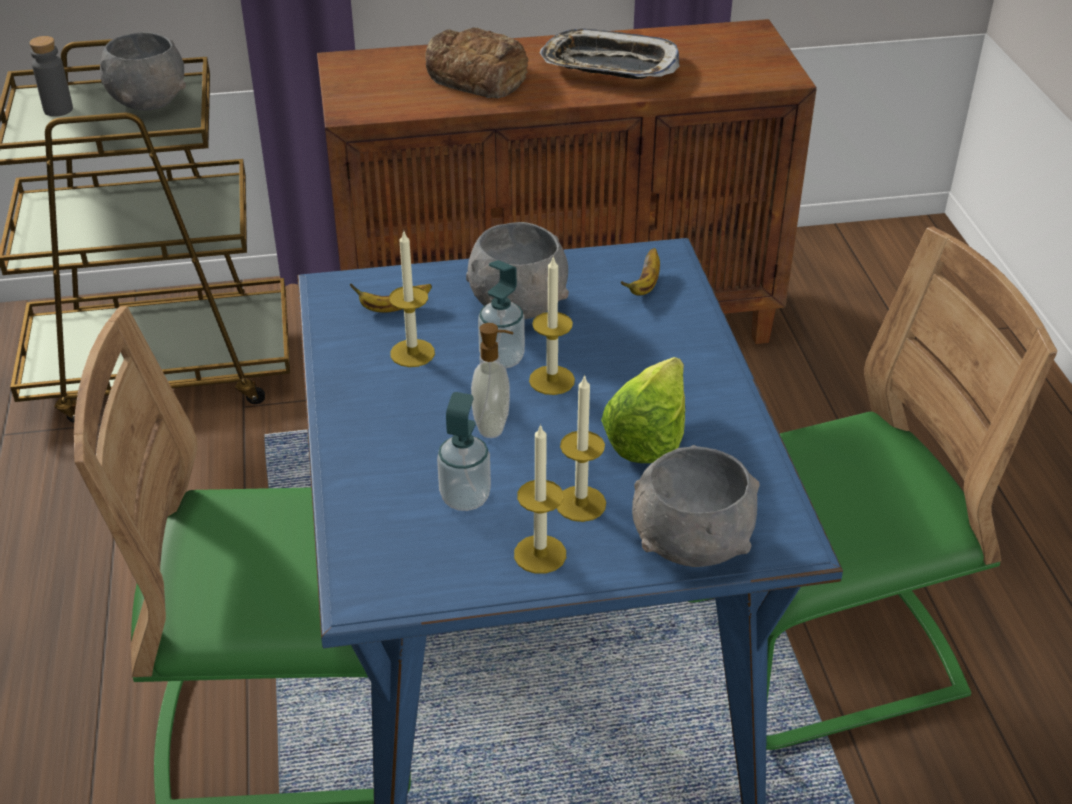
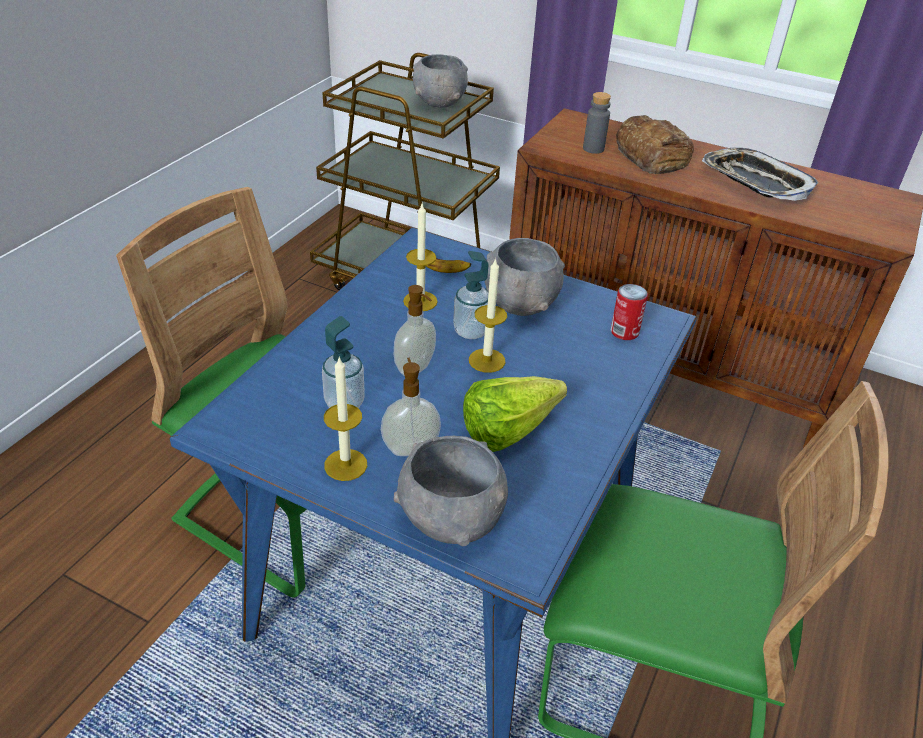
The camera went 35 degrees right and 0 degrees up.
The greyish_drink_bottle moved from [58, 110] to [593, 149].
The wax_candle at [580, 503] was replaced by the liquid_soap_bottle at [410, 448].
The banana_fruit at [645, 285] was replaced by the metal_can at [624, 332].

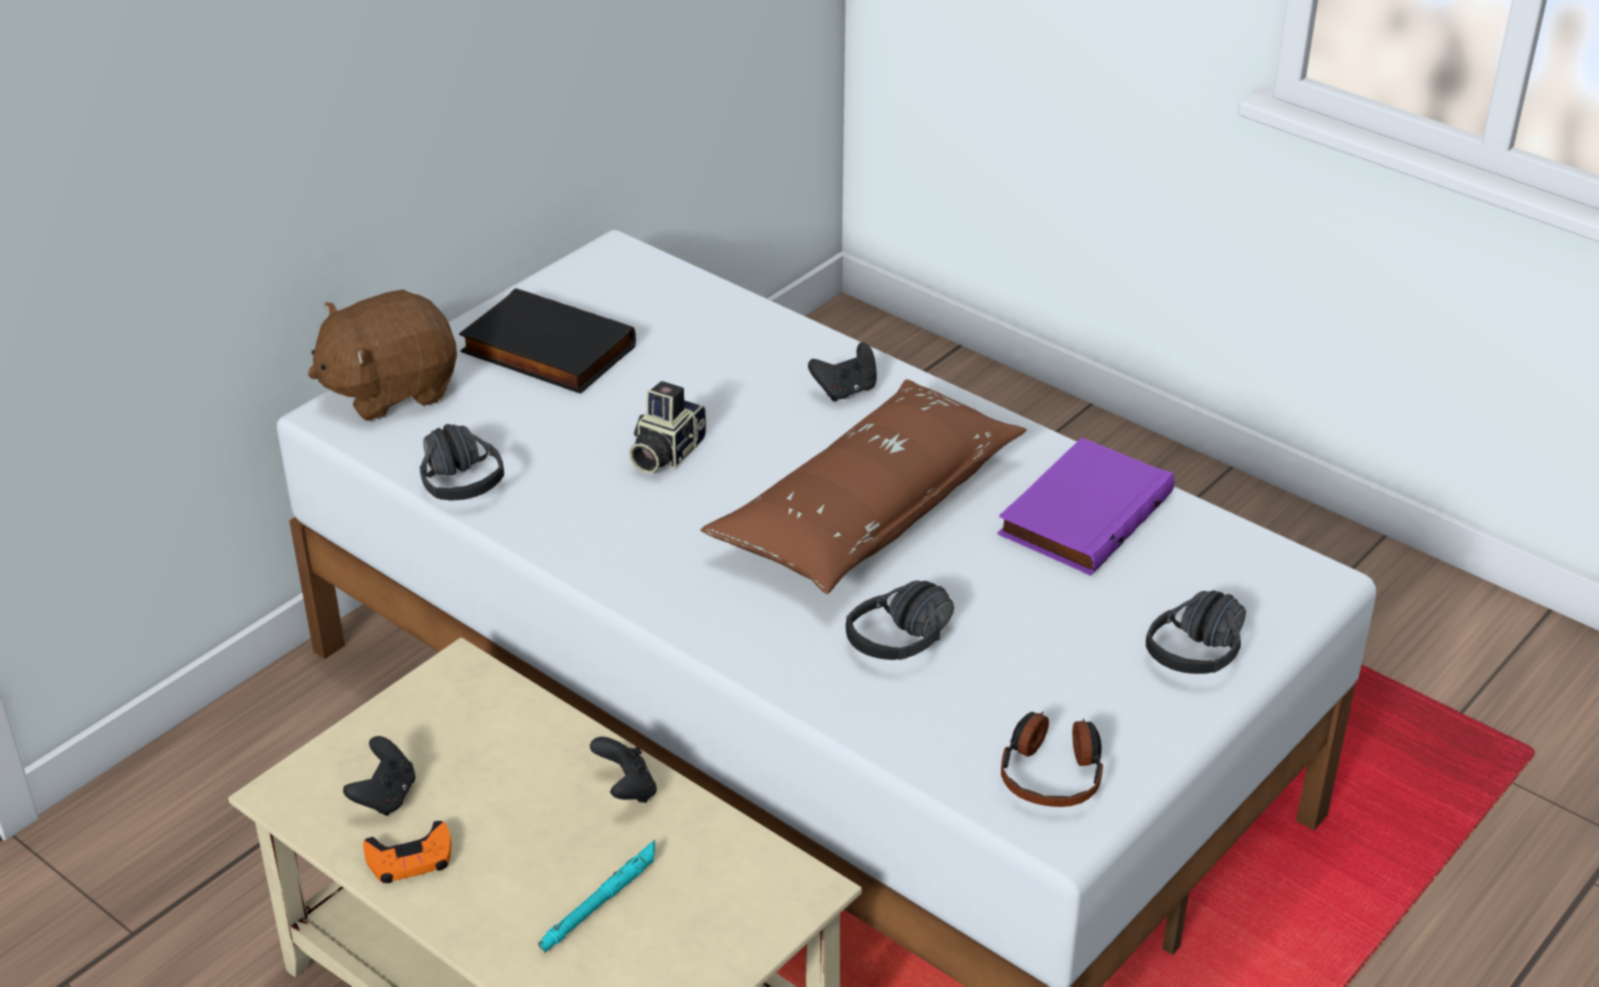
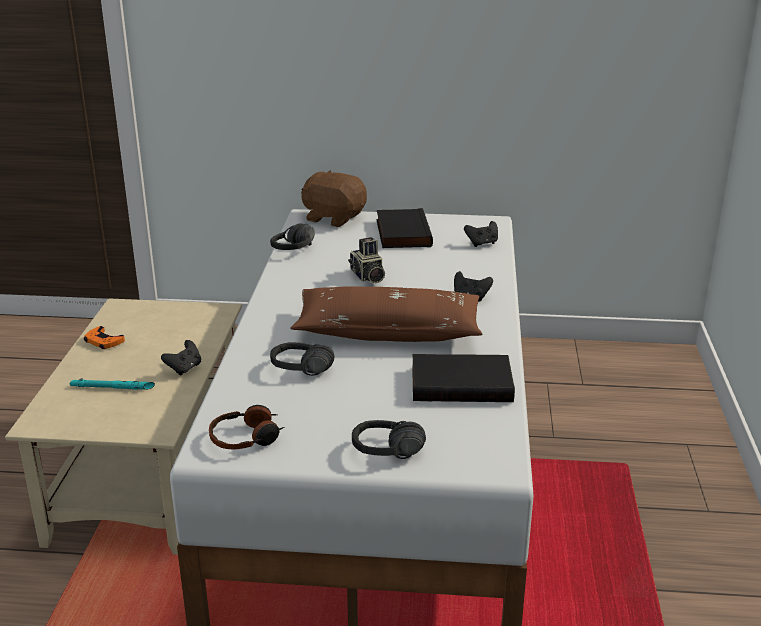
The camera went 55 degrees right and 10 degrees down.
The black-coloured_game_controller moved from [385, 796] to [482, 243].
The purple_volume at [1082, 512] became the black-coloured_volume at [462, 383].
The photo_camera at [664, 453] turned 105 degrees counterclockwise.

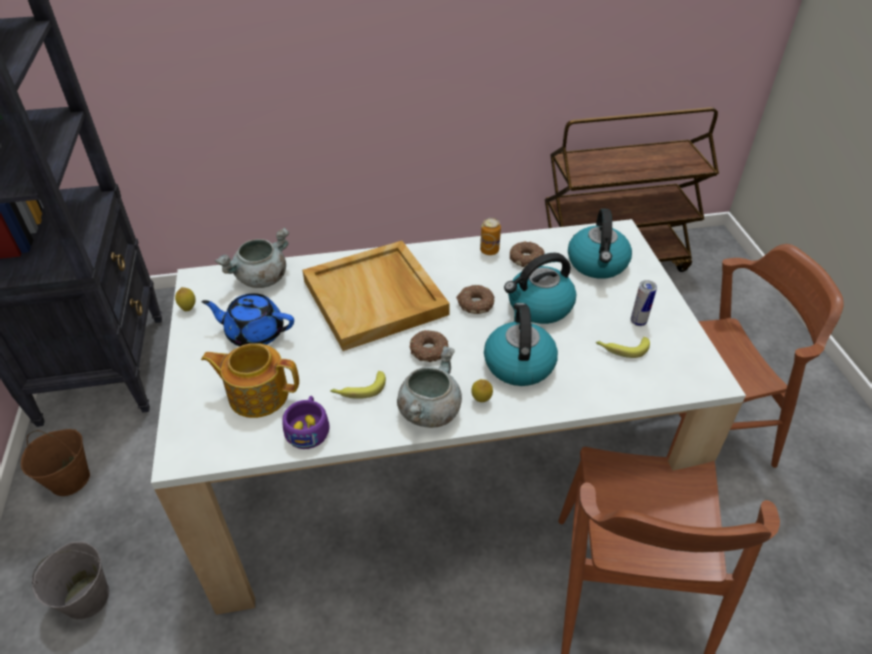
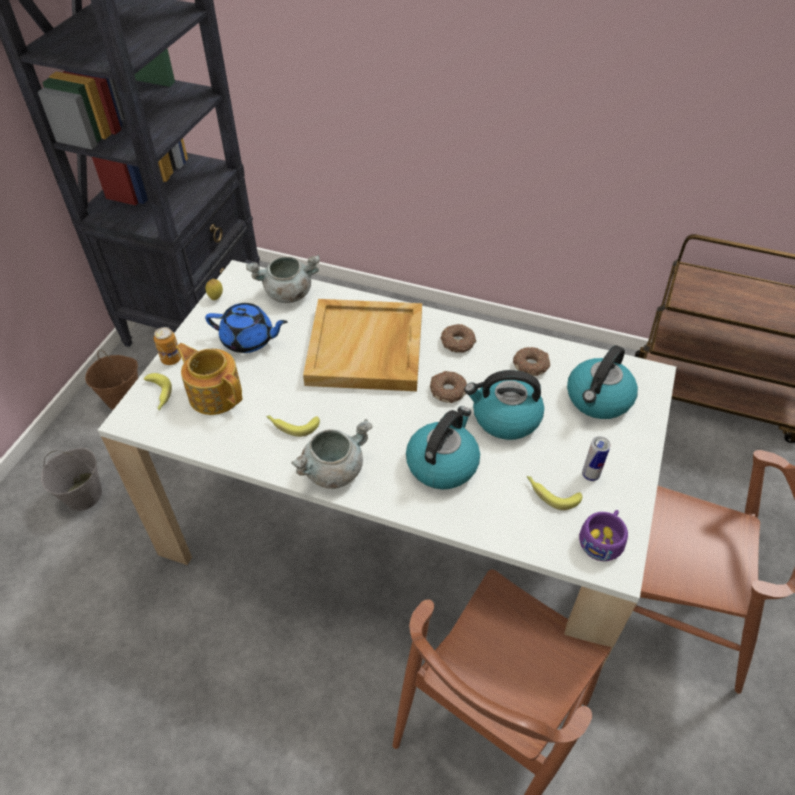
The camera went 30 degrees right and 5 degrees up.
The citrus_fruit at [481, 400] disappeared.
The banana_fruit at [159, 395] appeared.
The purple_small_cup moved from [308, 429] to [602, 539].
The ring_doughnut moved from [429, 351] to [457, 343].
The metal_can moved from [489, 250] to [171, 359].
The blue-coloured_tea_pot at [254, 333] turned 150 degrees clockwise.

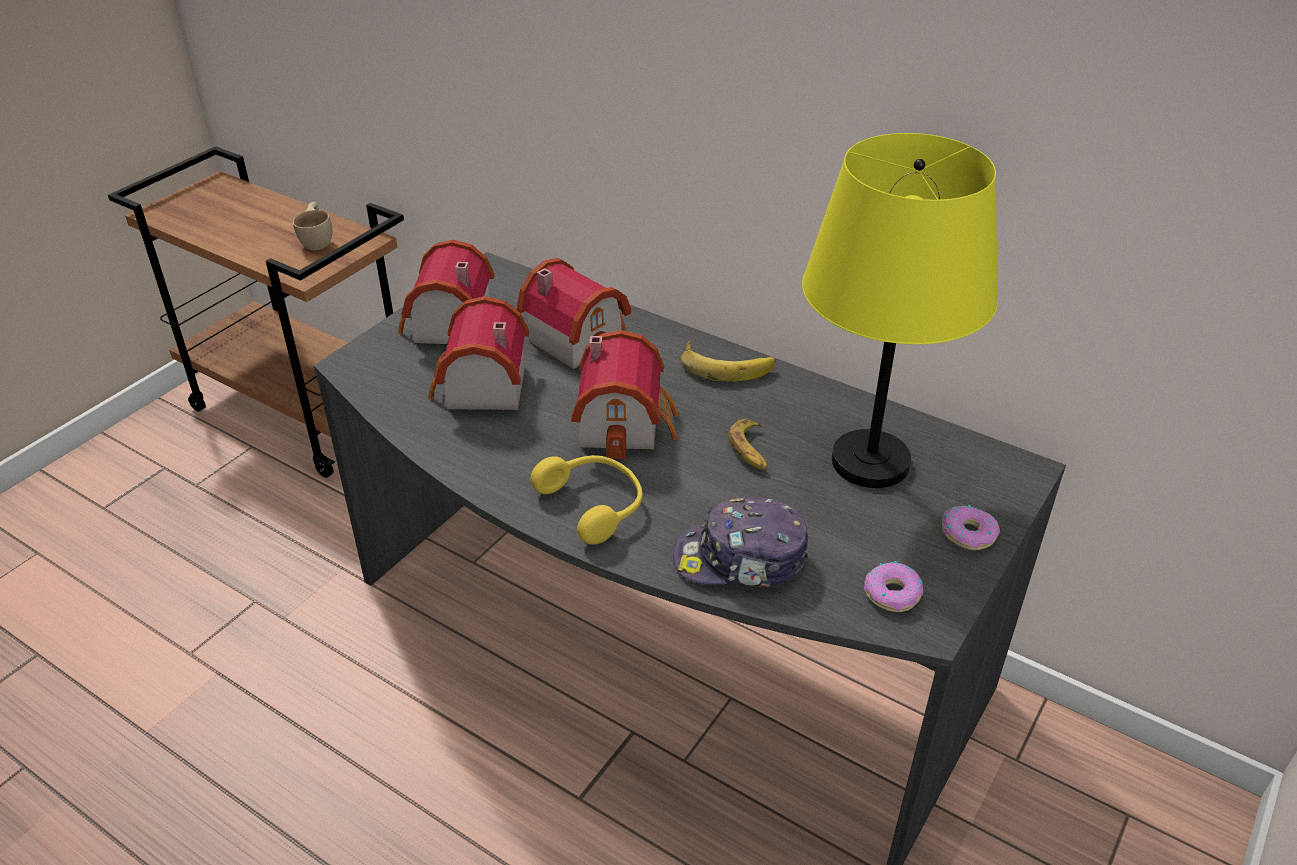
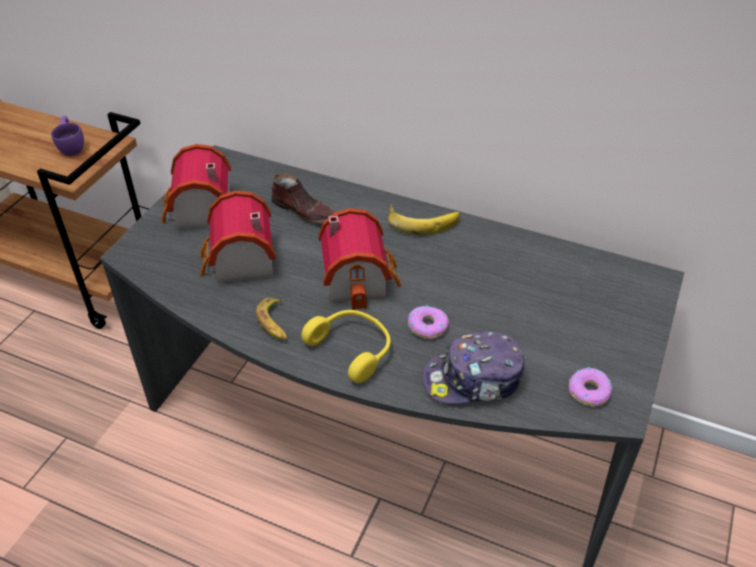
The camera went 10 degrees left and 5 degrees up.
The yellow_table_lamp at [871, 462] disappeared.
The banana_fruit moved from [751, 451] to [275, 323].
The ring_doughnut moved from [968, 534] to [427, 326].
The miniature_house at [578, 338] was replaced by the brownish_shoe at [304, 211].
The sand-coloured_small_cup at [318, 240] became the purple_small_cup at [72, 146].

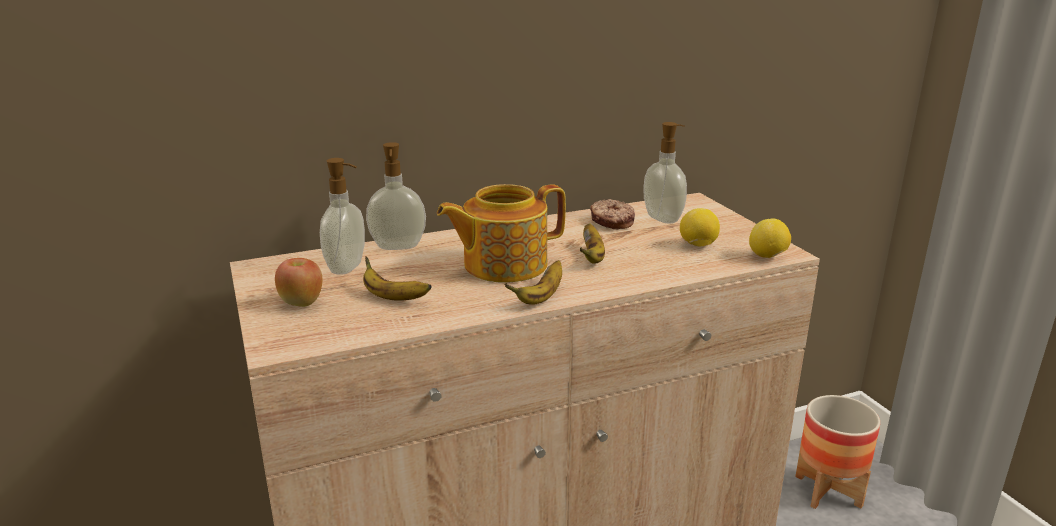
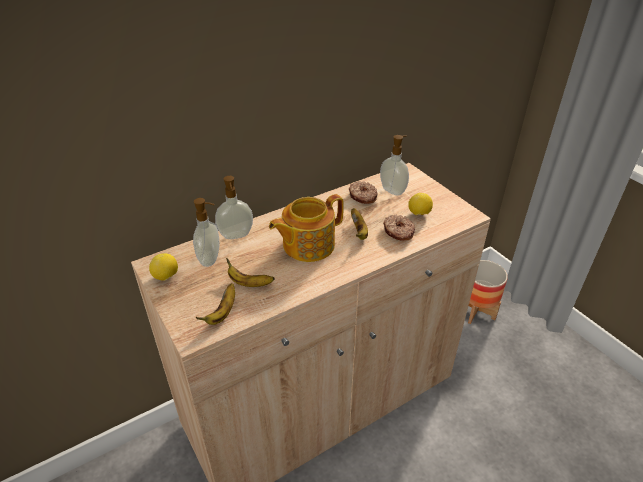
The camera went 10 degrees left and 15 degrees up.
The apple_fruit at [302, 302] disappeared.
The ring_doughnut at [398, 232] appeared.
The banana_fruit moved from [541, 297] to [222, 313].
The citrus_fruit moved from [767, 257] to [166, 277].

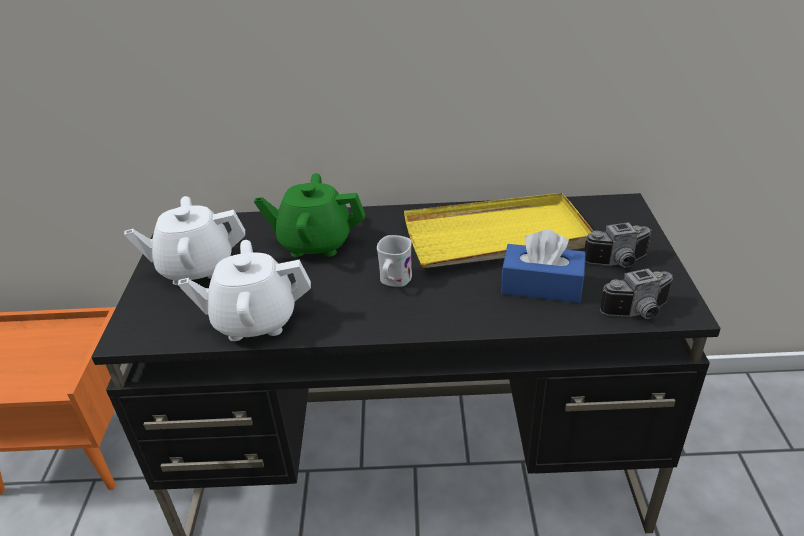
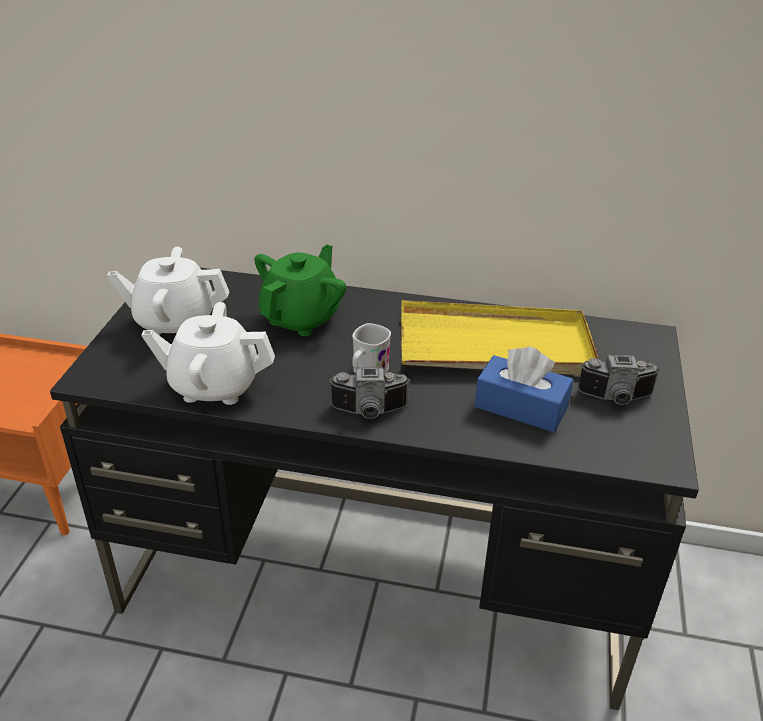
The camera went 10 degrees right and 0 degrees up.
The photo_camera moved from [639, 313] to [369, 412].
The greenish_tea_pot at [315, 243] turned 105 degrees clockwise.

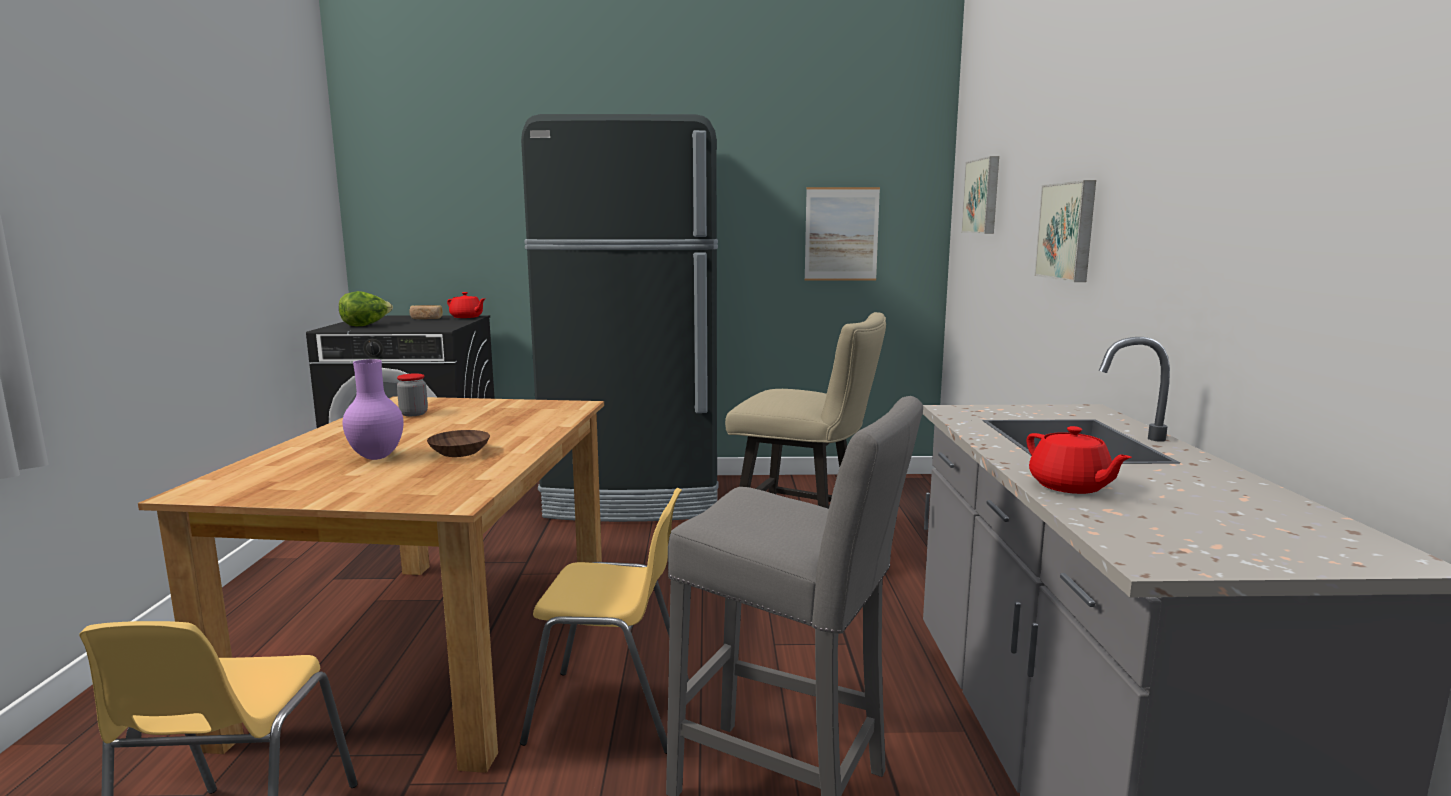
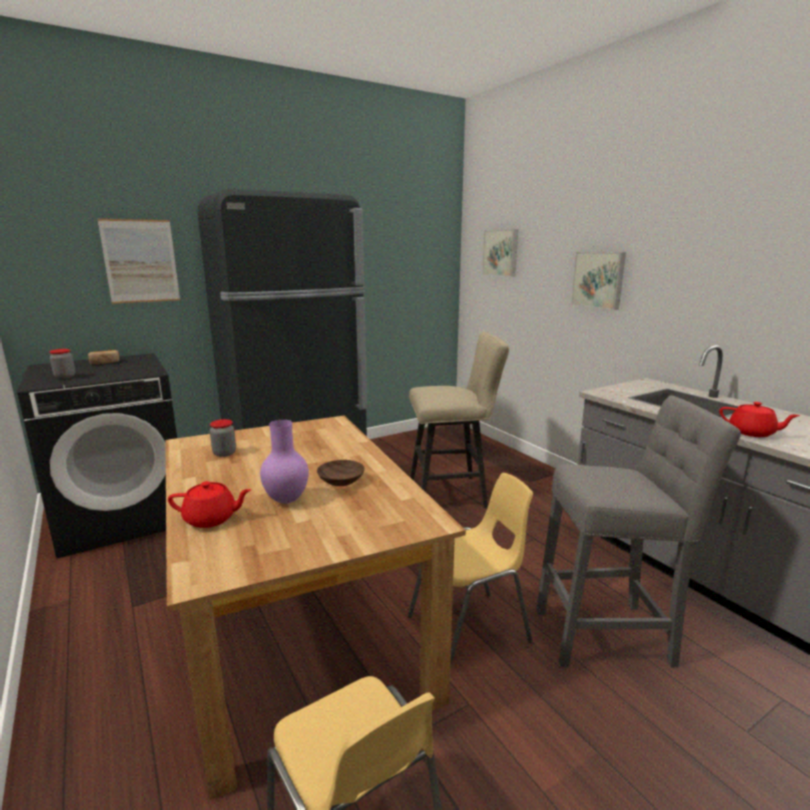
The camera went 30 degrees left and 5 degrees up.
The red_tea_pot moved from [467, 317] to [211, 519].
The wall_art moved from [841, 234] to [140, 261].
The lettuce_head at [366, 325] was replaced by the preserve_jar at [65, 377].

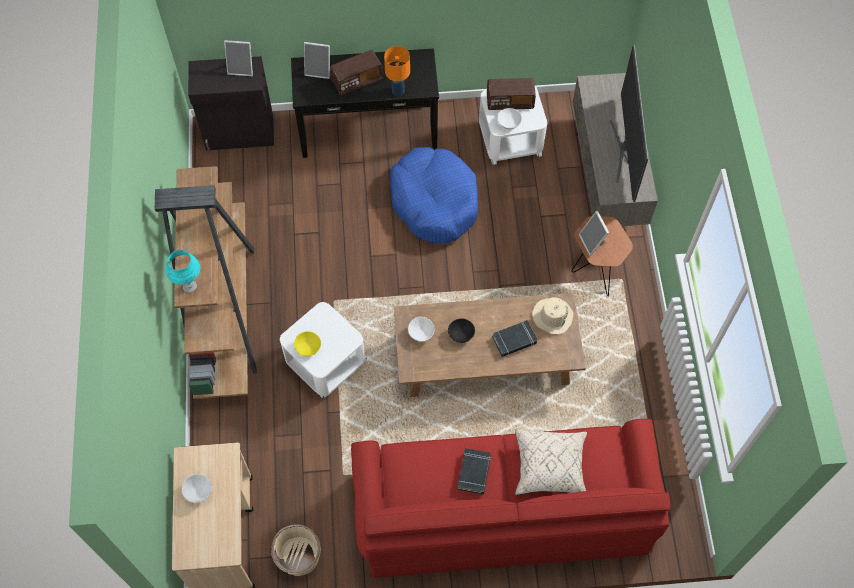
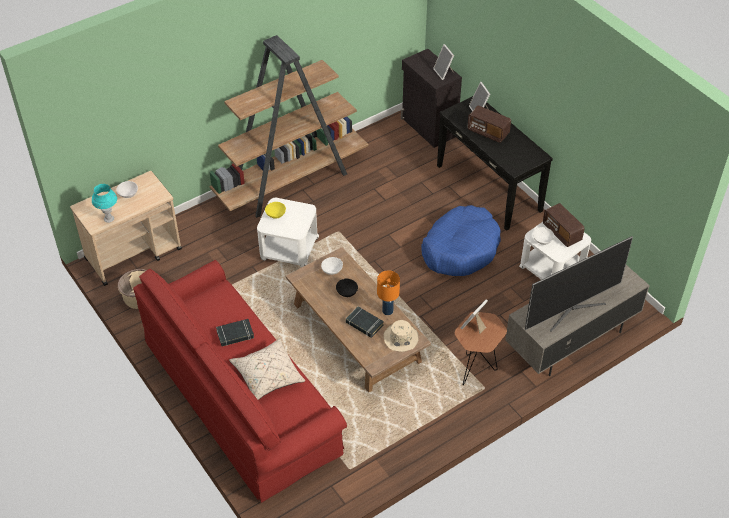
The camera went 60 degrees right and 15 degrees down.
The blue-green_table_lamp moved from [190, 286] to [109, 219].
The orange_table_lamp moved from [398, 91] to [387, 311].

